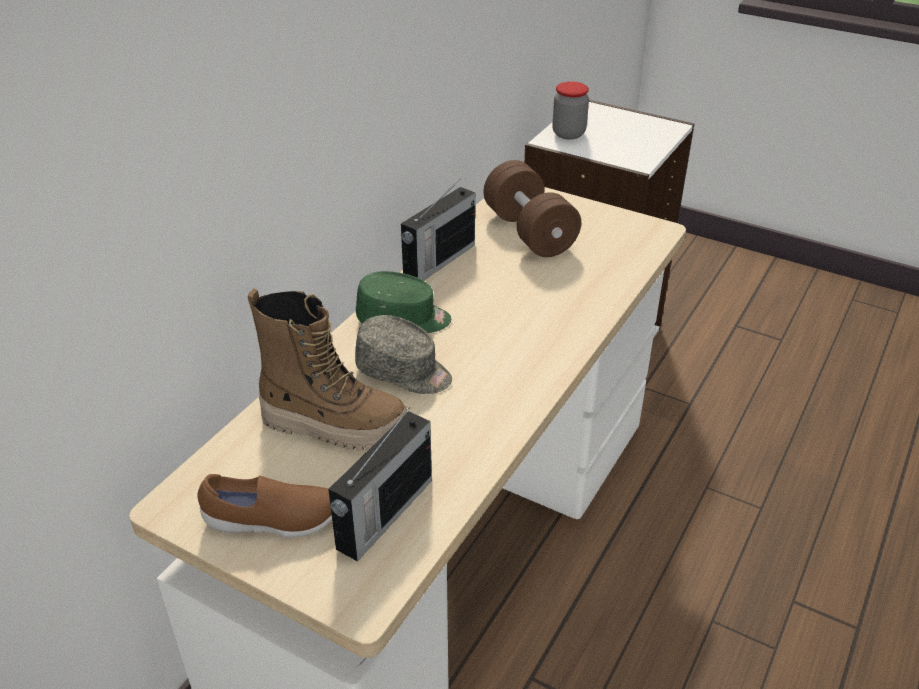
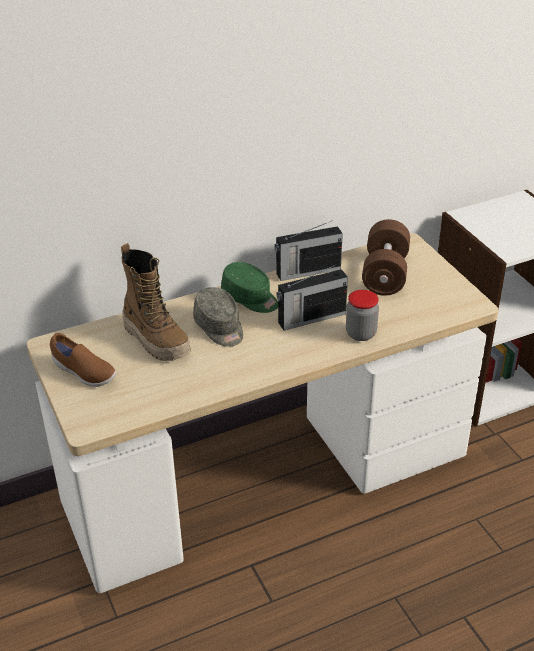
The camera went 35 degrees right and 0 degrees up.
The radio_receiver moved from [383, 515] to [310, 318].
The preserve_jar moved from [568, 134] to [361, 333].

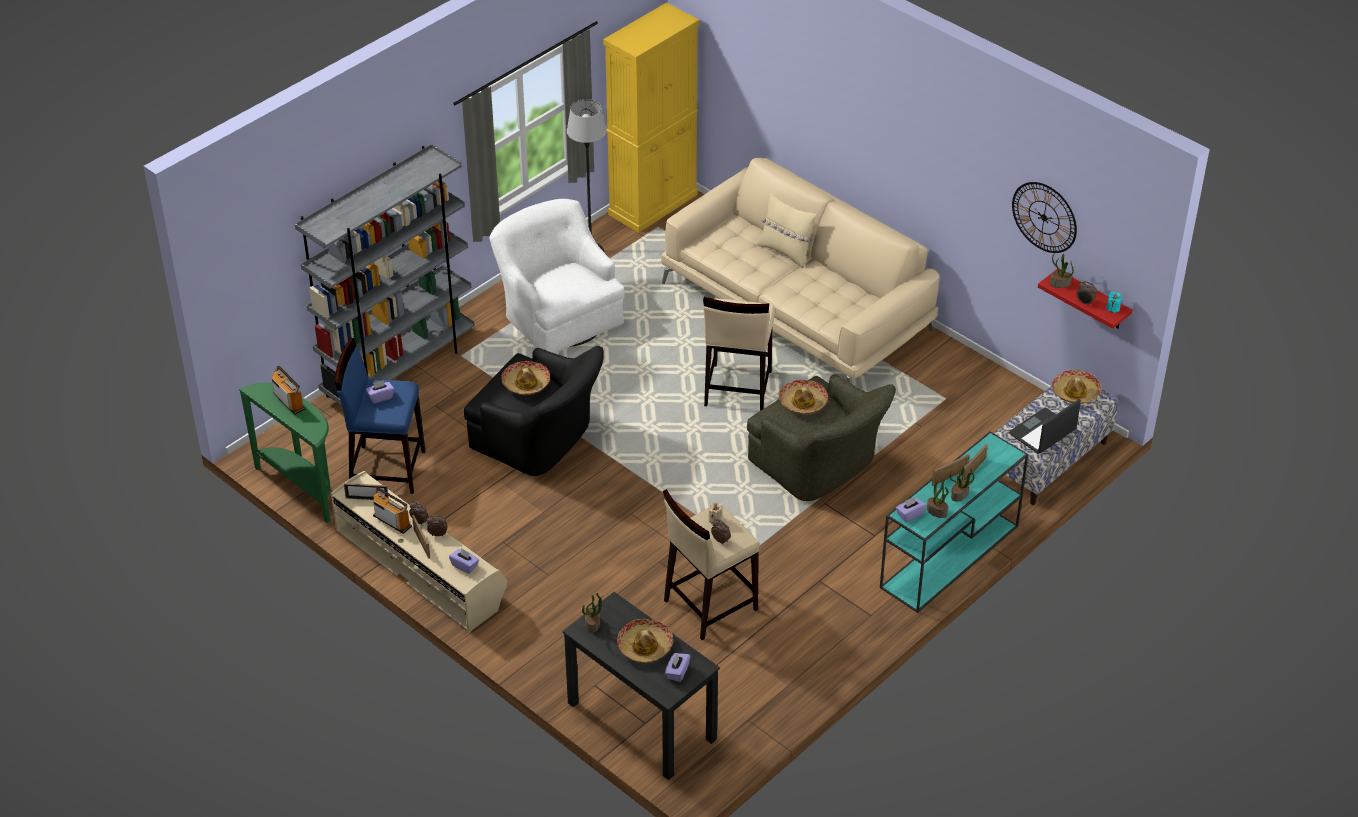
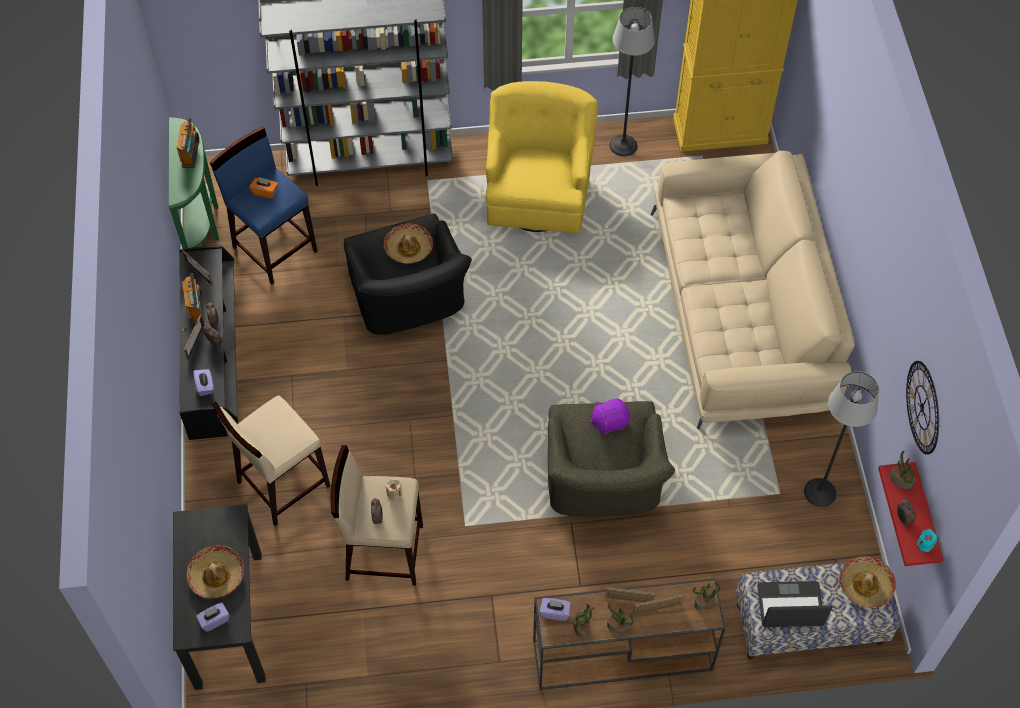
The camera went 40 degrees right and 15 degrees up.
The sand-coloured_pillow at [785, 252] disappeared.
The standard_lamp at [820, 492] appeared.
The plant_in_a_pot moved from [593, 624] to [704, 601].
The sand-coloured_stool moved from [737, 389] to [282, 484].
The clothing_hat at [803, 402] was replaced by the purple_soft_toy at [609, 422].
The sand-coloured_tv_stand at [420, 566] became the black-coloured_tv_stand at [214, 354].
The purple_box_of_tissues at [380, 397] became the orange_box_of_tissues at [265, 192].
The white_armchair at [559, 315] became the yellow_armchair at [538, 191].
The blue-green_hall_table at [949, 558] became the brownish_hall_table at [620, 656].

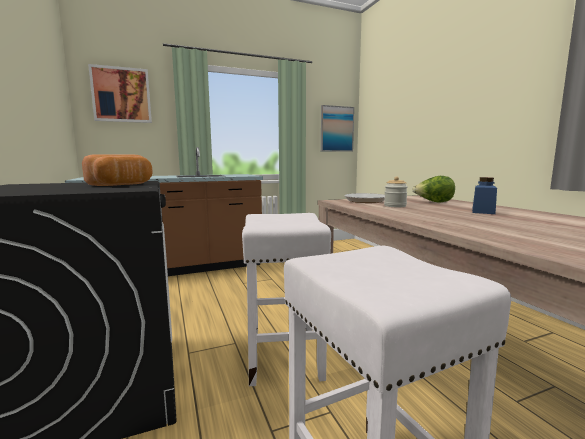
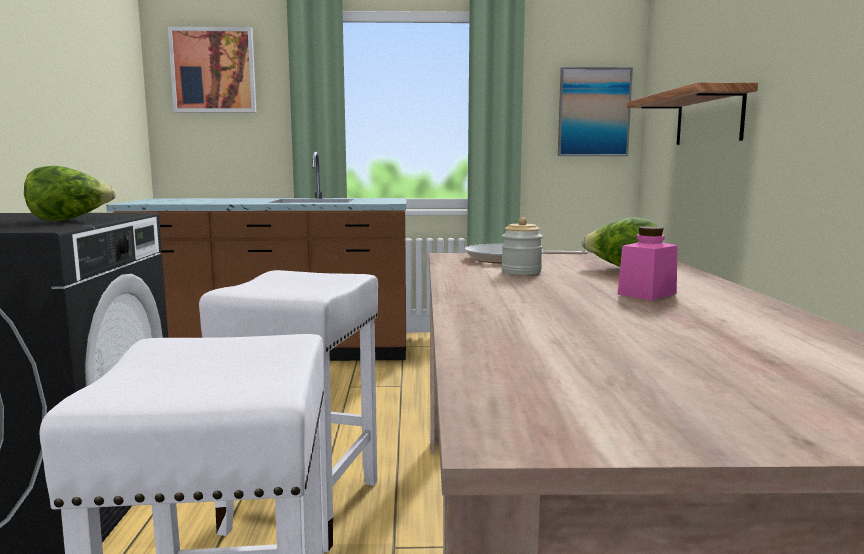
The camera went 20 degrees right and 0 degrees up.
The bracket_shelf at [708, 118] appeared.
The bakery_bread at [123, 185] was replaced by the lettuce_head at [70, 220].
The blue-coloured_preserve_jar at [483, 211] became the pinkish_preserve_jar at [647, 294].

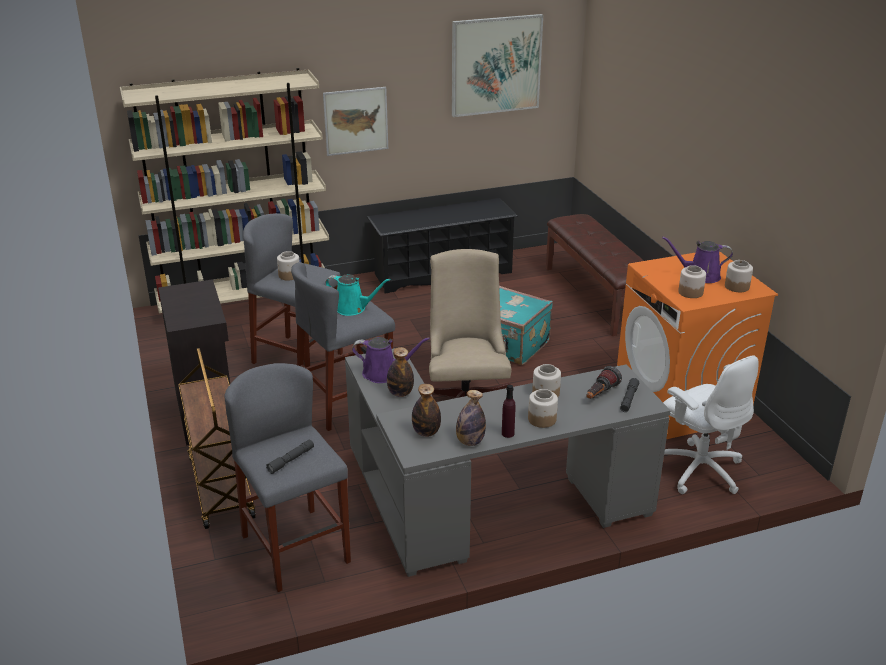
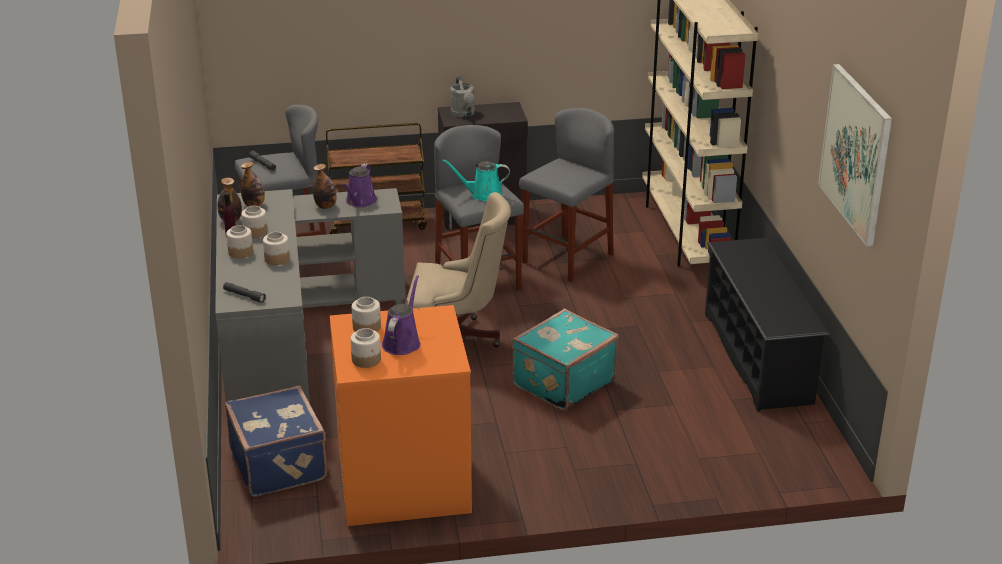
The camera went 100 degrees right and 0 degrees up.
The wall_art at [356, 121] disappeared.
The brownish_indoor_bench at [597, 297] disappeared.
The hand_torch at [600, 394] disappeared.
The greyish_watering_pot at [464, 114] appeared.
The preserve_jar moved from [289, 275] to [255, 232].
The white_computer_chair at [699, 469] was replaced by the blue-coloured_piece_of_luggage at [280, 464].
The blue-green_watering_pot at [353, 308] turned 60 degrees clockwise.

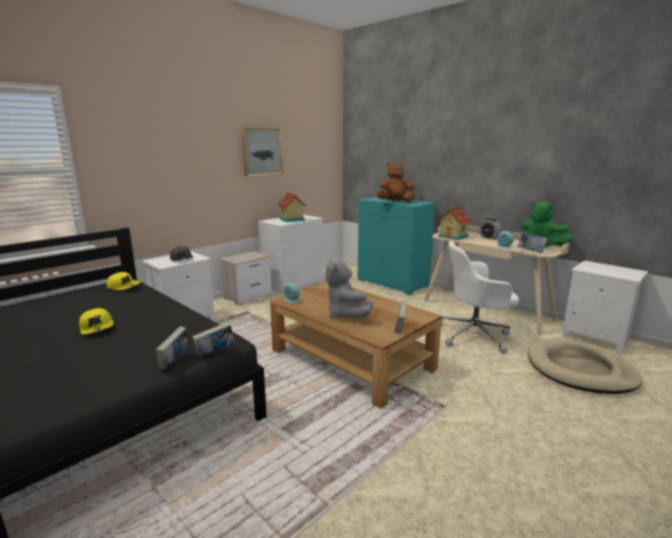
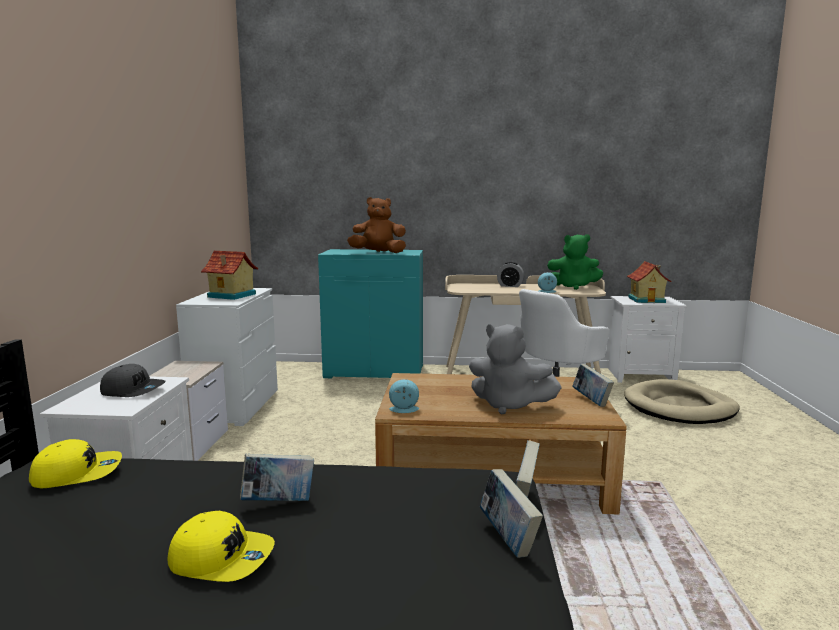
The camera went 40 degrees left and 5 degrees down.
The wall_art at [262, 151] disappeared.
The miniature_house moved from [454, 236] to [647, 300].
The volume moved from [531, 251] to [278, 502].
The brownish_soft_toy at [395, 202] turned 45 degrees clockwise.

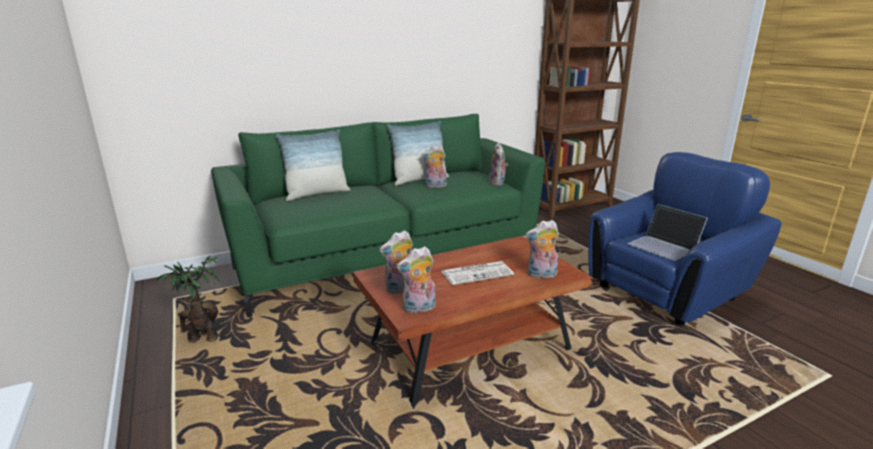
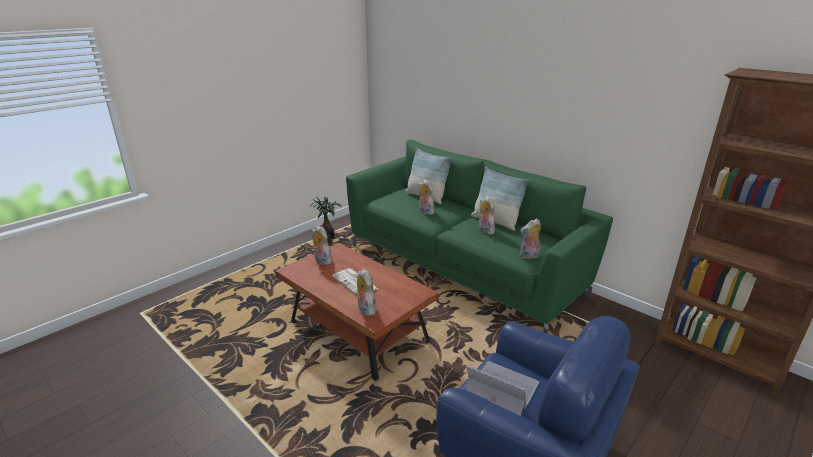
The camera went 70 degrees right and 5 degrees up.
The soft_toy moved from [419, 308] to [425, 211].
The laptop at [664, 246] turned 90 degrees clockwise.

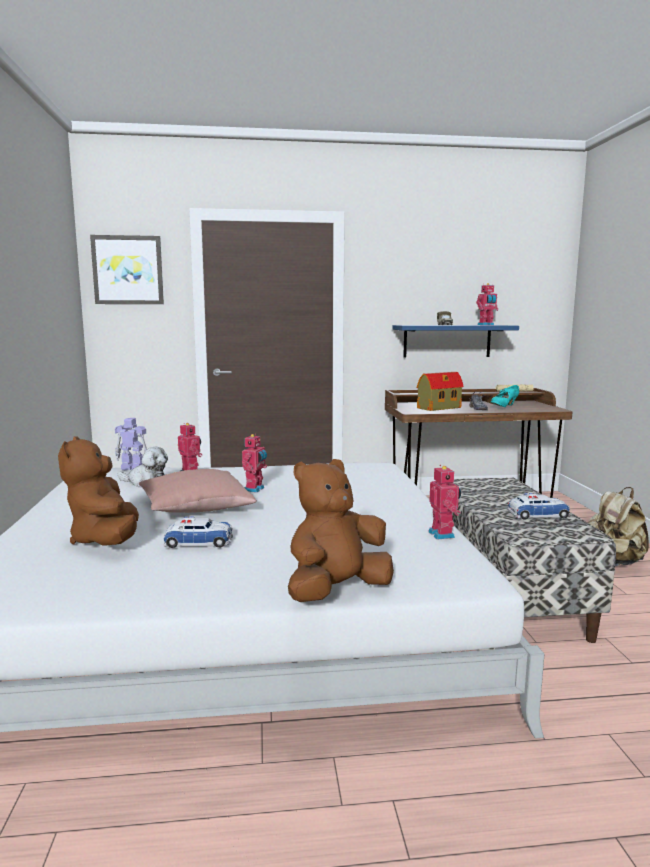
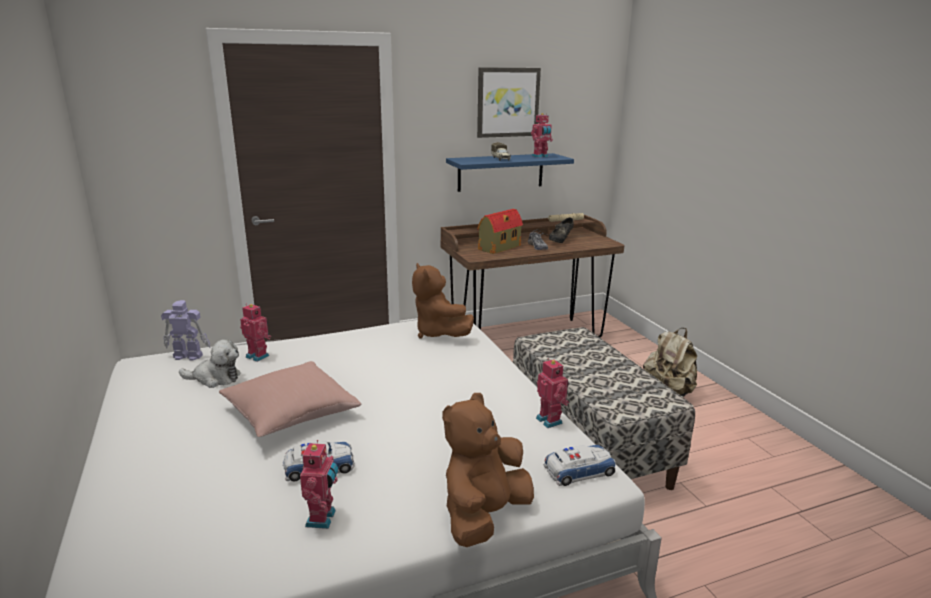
The camera went 15 degrees left and 10 degrees up.
The brownish_soft_toy moved from [106, 540] to [439, 333].
The wall_art moved from [128, 270] to [507, 102].
The model_robot moved from [255, 489] to [323, 518].
The toy_car moved from [537, 514] to [579, 471].
The blue-green_shoe at [504, 407] became the black-coloured_shoe at [560, 241].

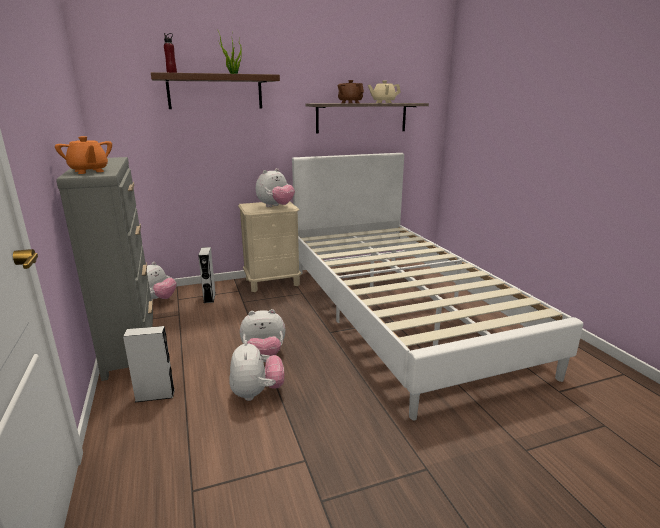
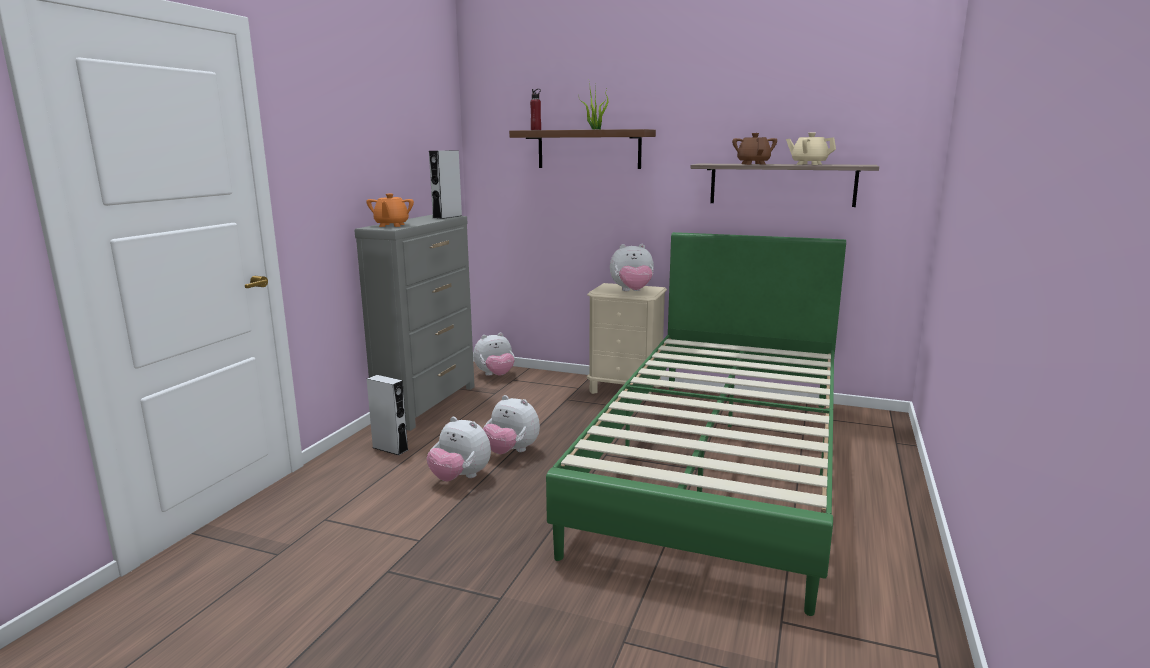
The camera went 40 degrees right and 5 degrees down.
The greyish_audio_speaker moved from [209, 297] to [447, 217].
The white_bedroom_bed at [399, 313] became the greenish_bedroom_bed at [720, 464].
The soft_toy at [257, 393] turned 90 degrees clockwise.

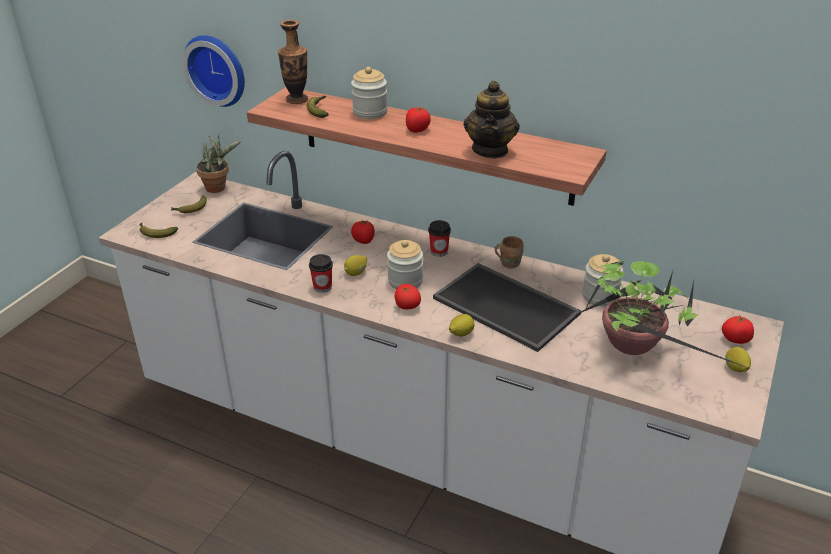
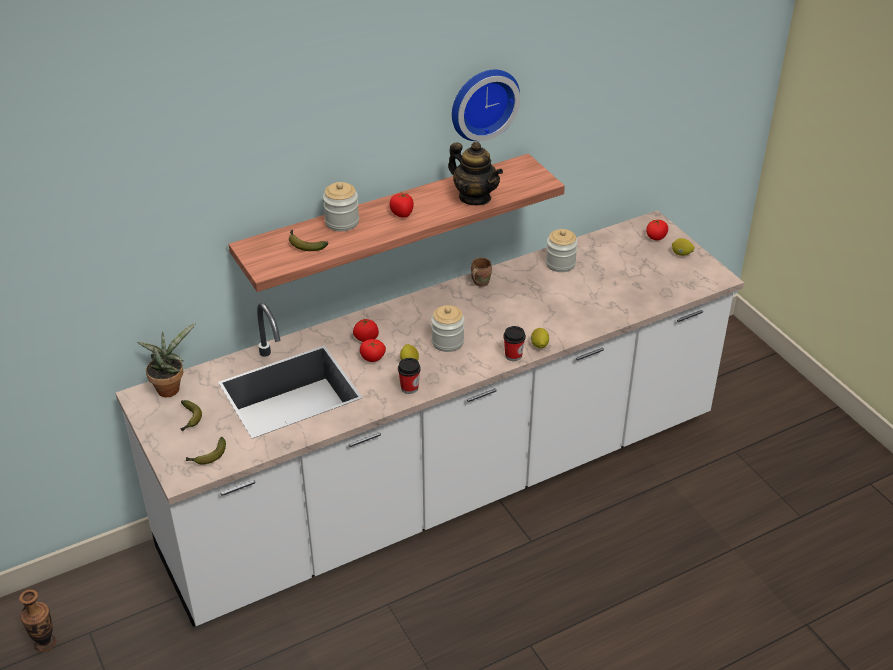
The camera went 55 degrees left and 5 degrees up.
The carrying_tray at [508, 305] disappeared.
The plant_in_a_pot at [634, 348] disappeared.
The clock_on_the_wall moved from [218, 69] to [482, 102].
The flower_vase moved from [297, 100] to [45, 643].
The whole_tomato moved from [407, 306] to [372, 358].
The small_cup moved from [439, 251] to [513, 355].

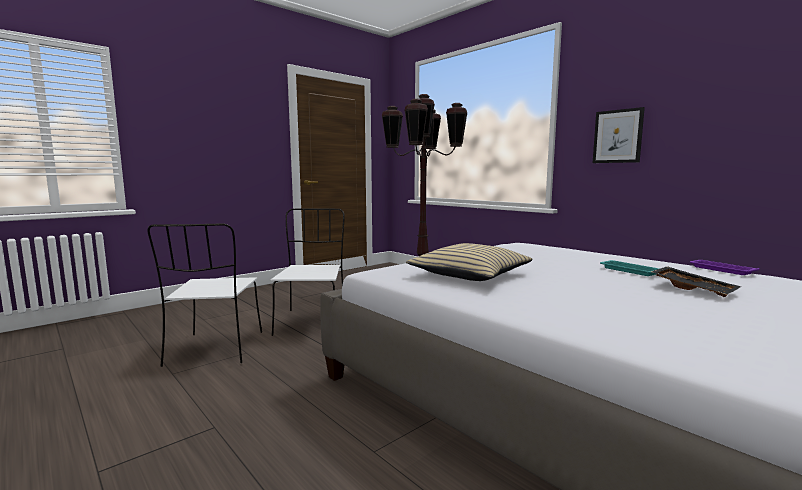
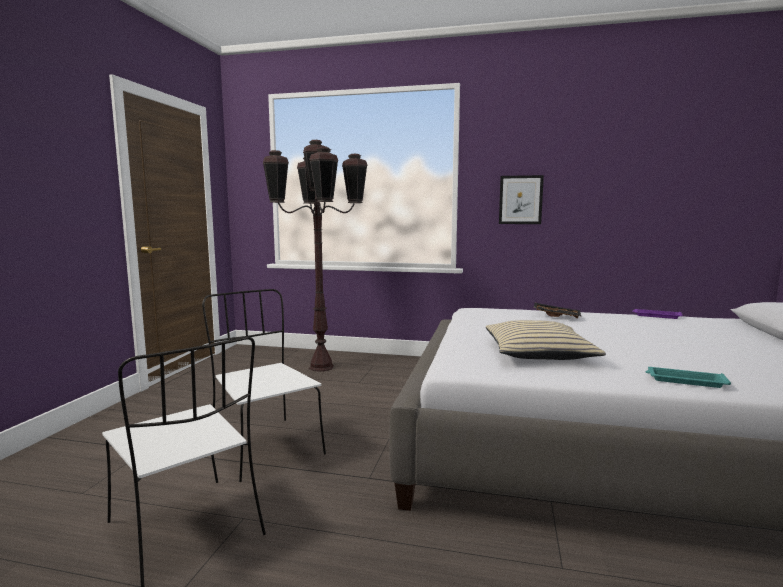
The camera went 35 degrees left and 0 degrees up.
The blue-green_carrying_tray moved from [628, 270] to [684, 381].
The black-coloured_carrying_tray moved from [693, 289] to [556, 315].

